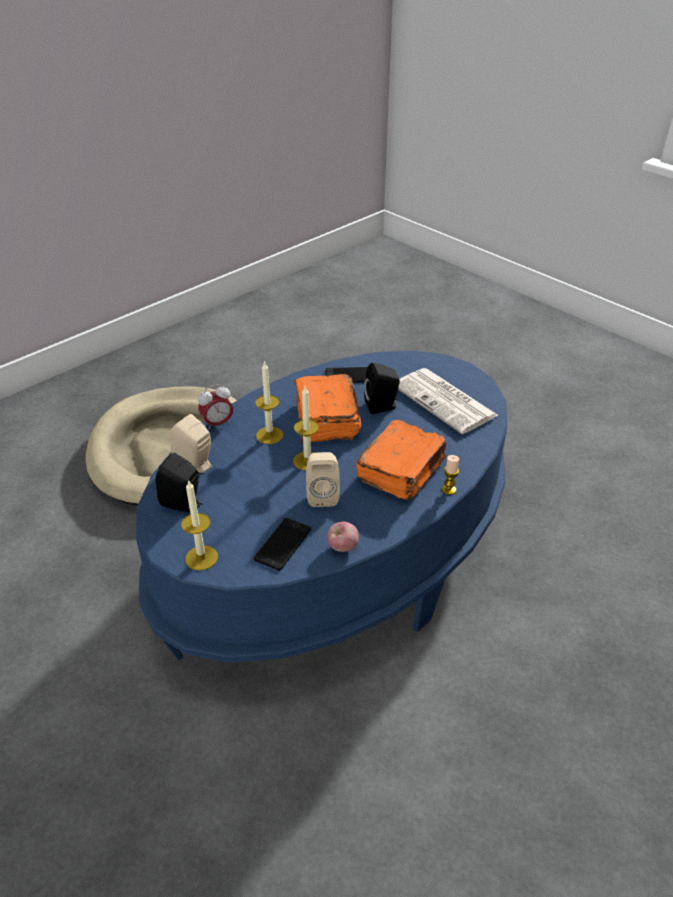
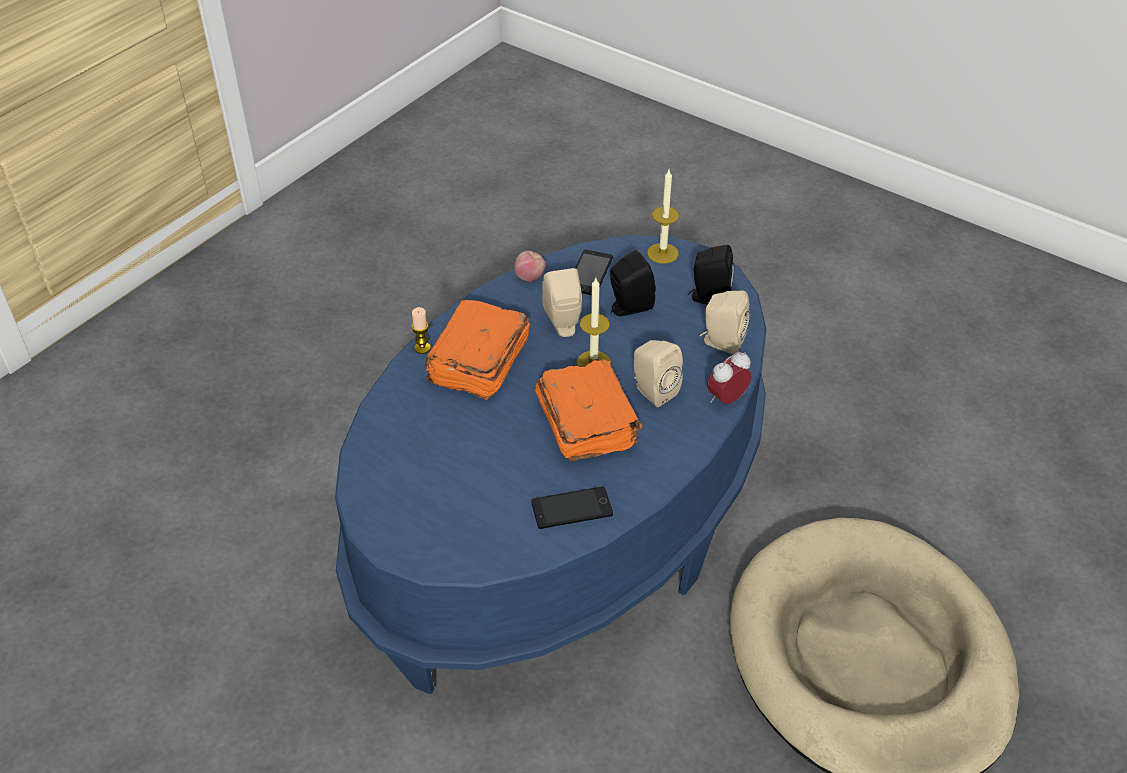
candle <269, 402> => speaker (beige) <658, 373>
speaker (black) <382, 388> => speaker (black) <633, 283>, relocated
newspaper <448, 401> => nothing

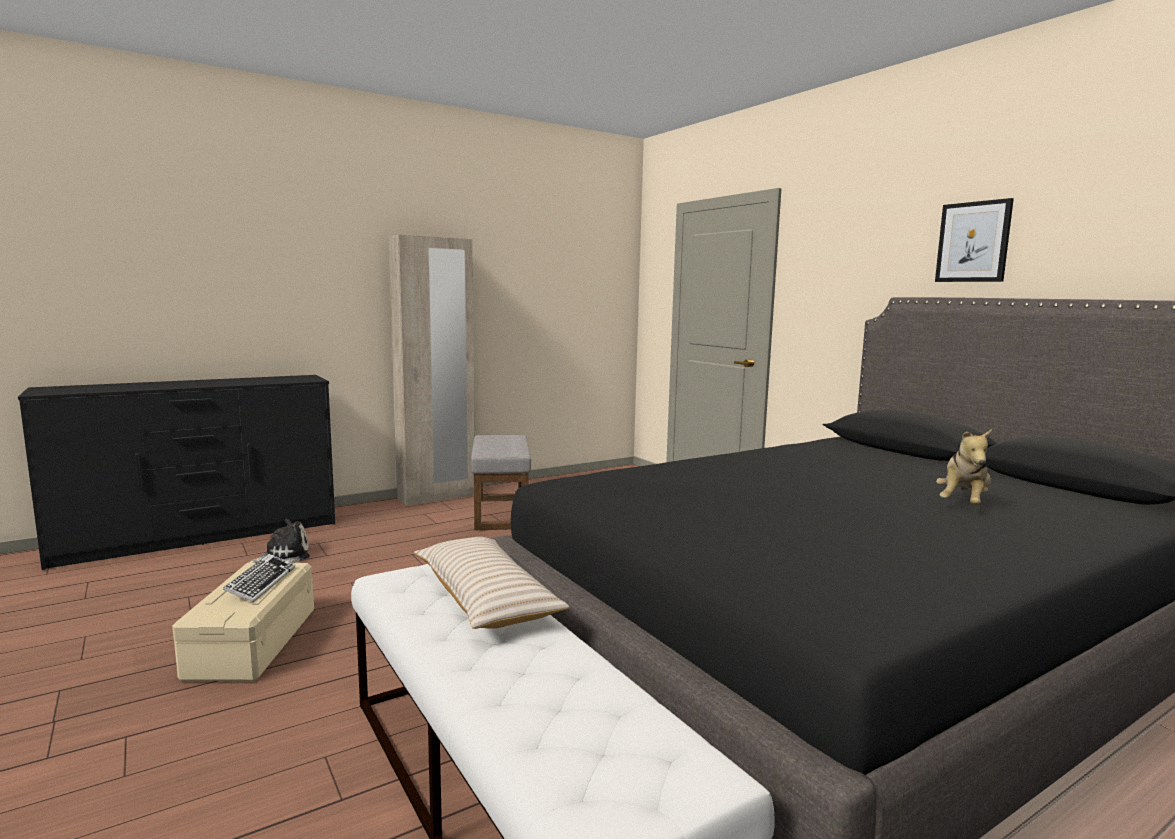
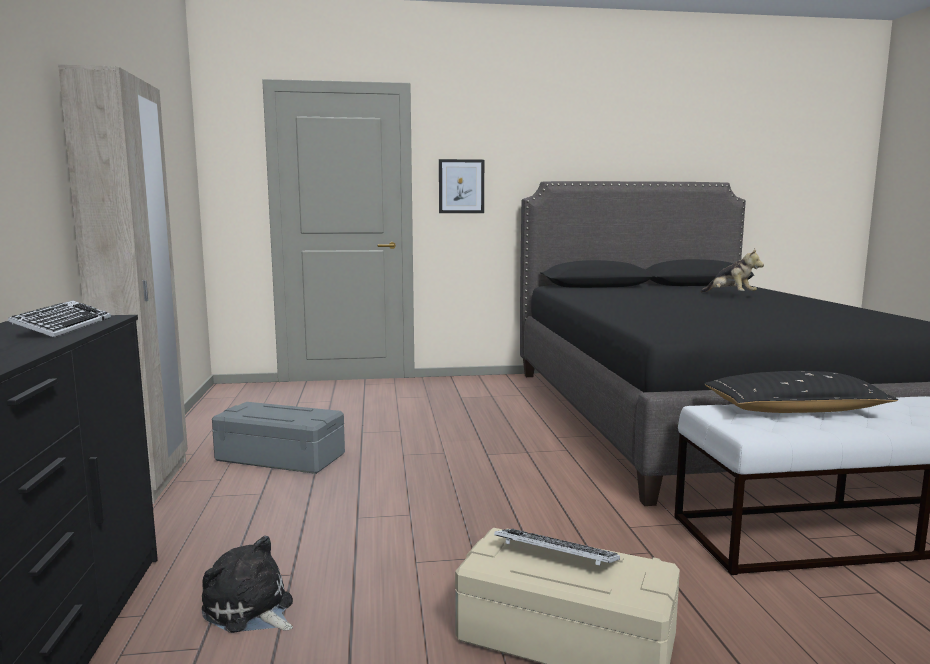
plush toy <279, 541> => plush toy <247, 584>, 45 degrees counterclockwise
pillow (beige) <492, 583> => pillow (black) <801, 392>
ottoman (grey) <501, 482> => storage box (grey) <278, 438>
picture <974, 240> => picture <461, 186>, relocated
nothing => keyboard <59, 319>

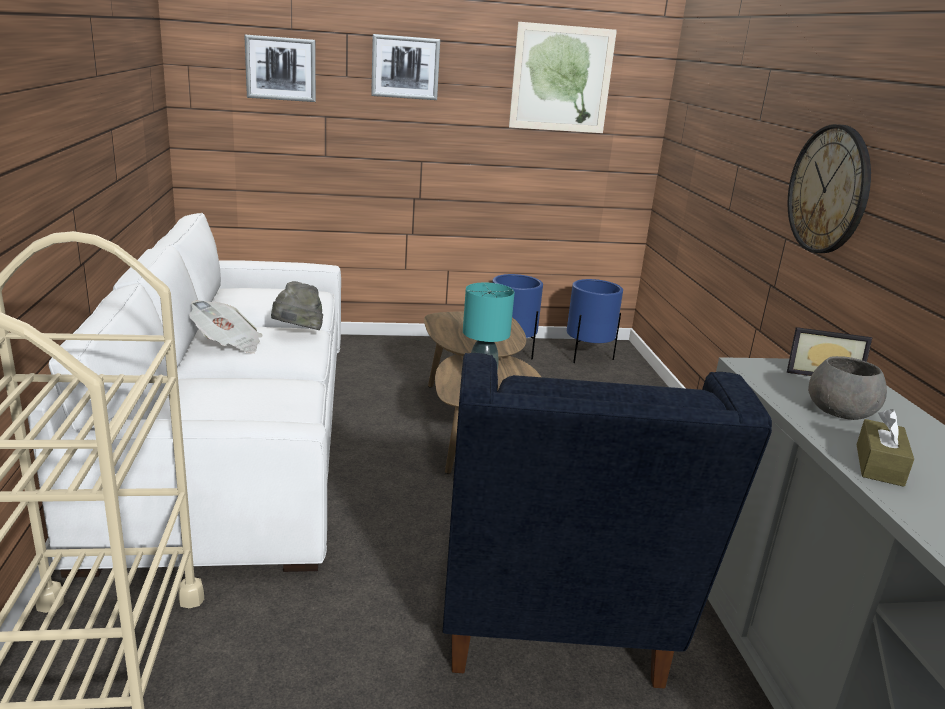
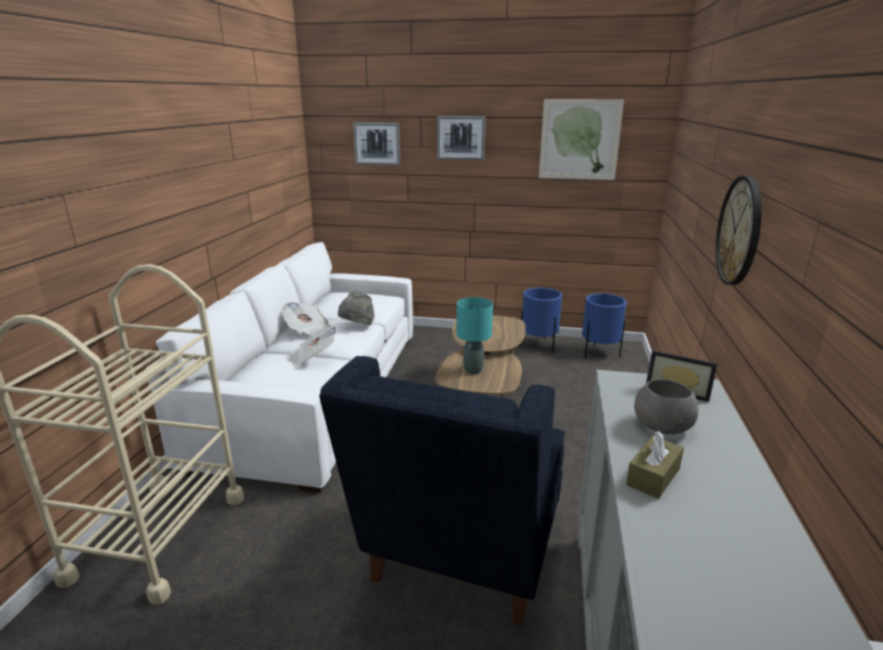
nothing => newspaper <312, 346>

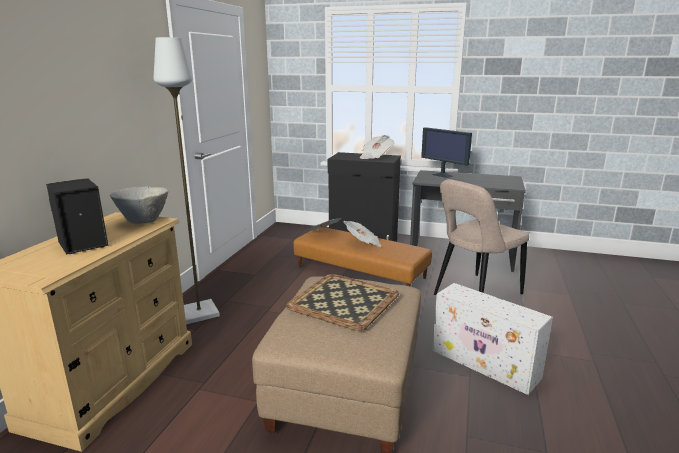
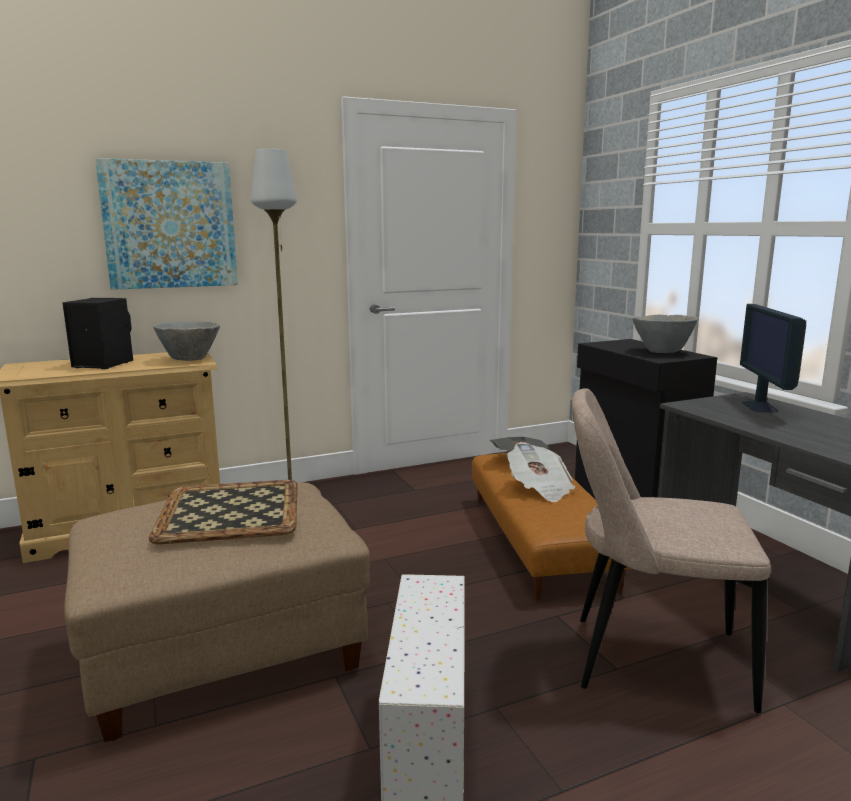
newspaper <377, 147> => bowl (grey) <665, 334>
nothing => picture <166, 224>

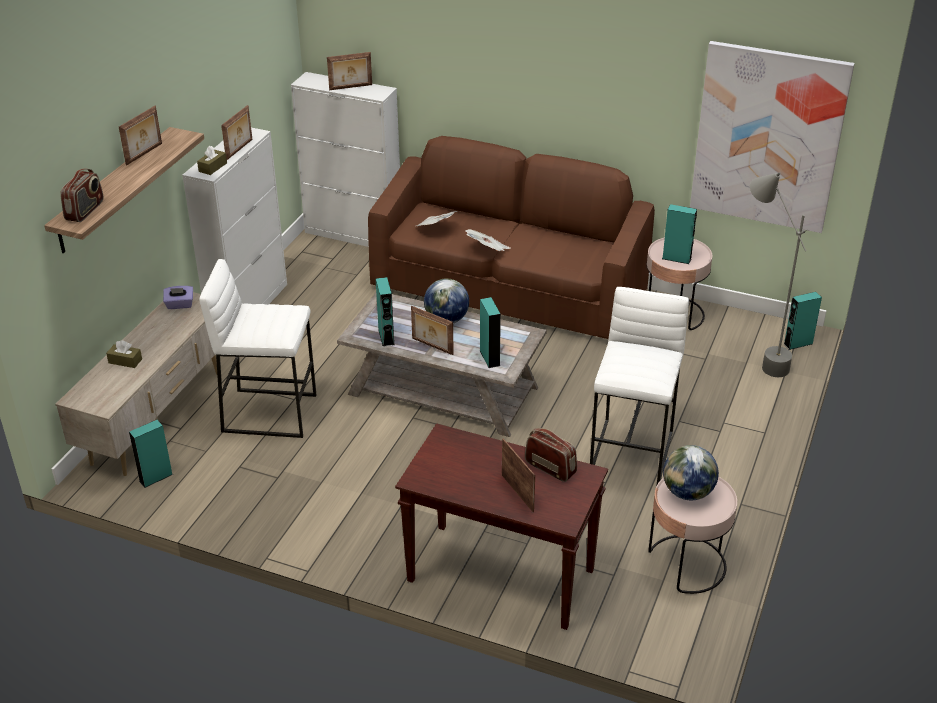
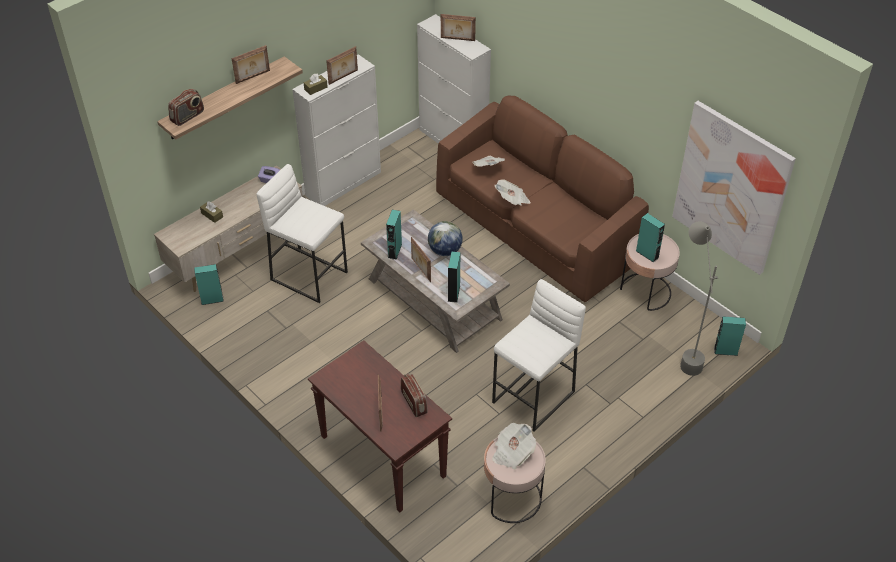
globe <691, 472> => newspaper <514, 446>

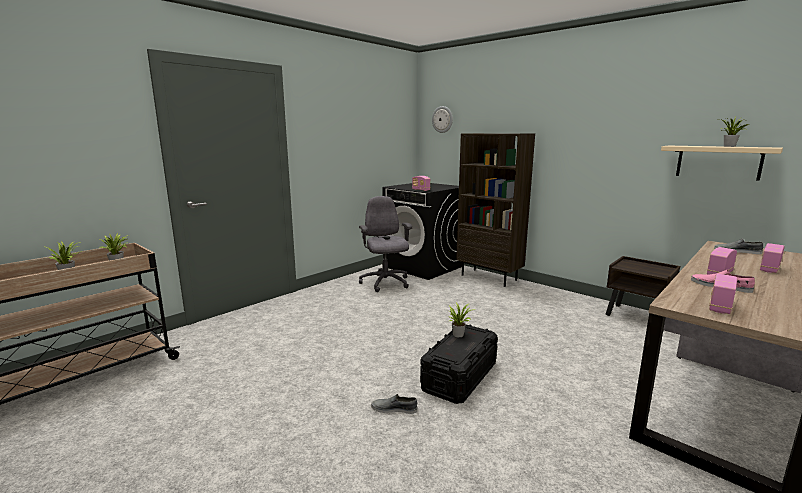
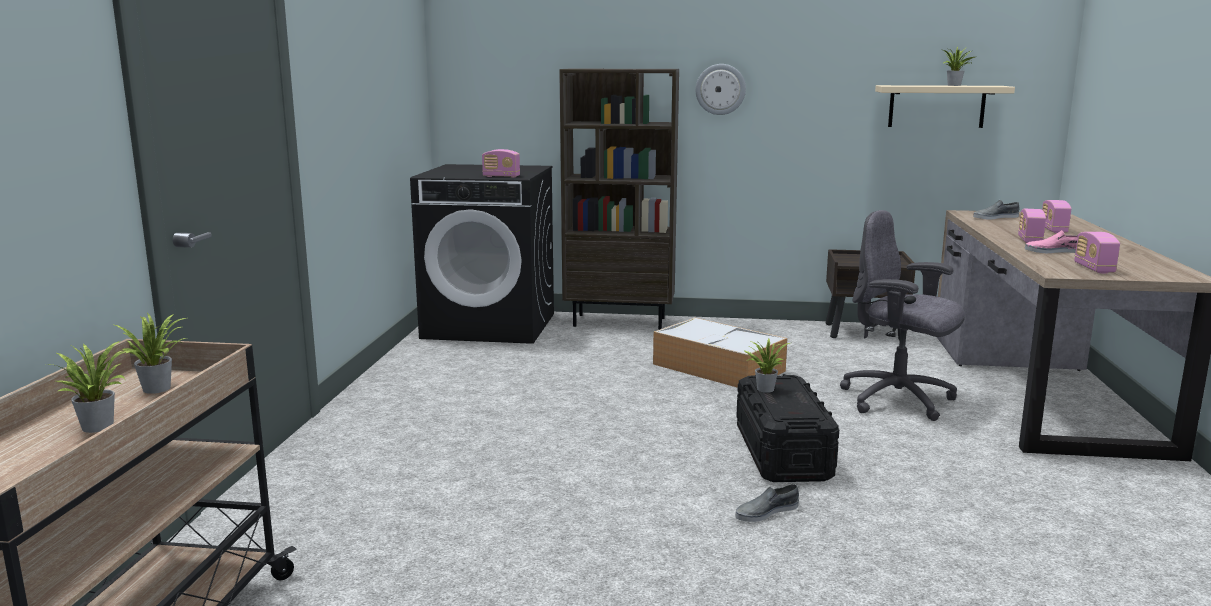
office chair (grey) <385, 244> => office chair (grey) <902, 315>, relocated
wall clock <442, 119> => wall clock <720, 89>, relocated
nothing => storage box <720, 352>

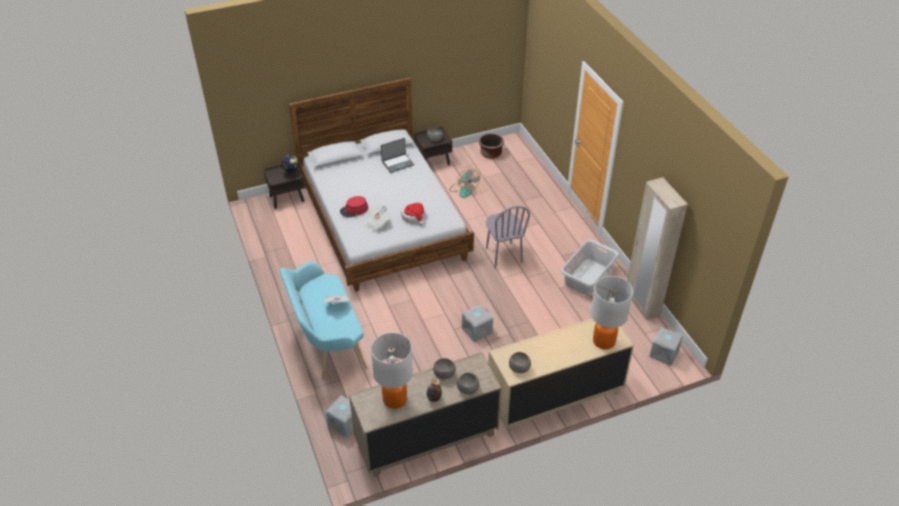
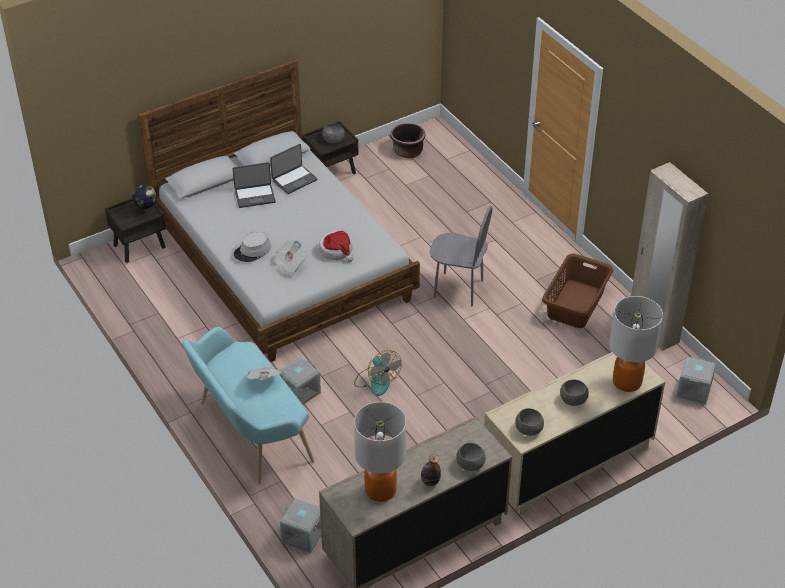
hat (red) <354, 206> => hat (grey) <252, 246>
bowl (grey) <444, 369> => bowl (grey) <574, 393>, relocated
fan <465, 183> => fan <378, 373>, relocated
storage box (grey) <477, 323> => storage box (grey) <300, 381>, relocated
chair (grey) <508, 237> => chair (grey) <461, 256>, 45 degrees counterclockwise
laundry basket (grey) <589, 267> => laundry basket (brown) <577, 290>
nothing => laptop <254, 185>

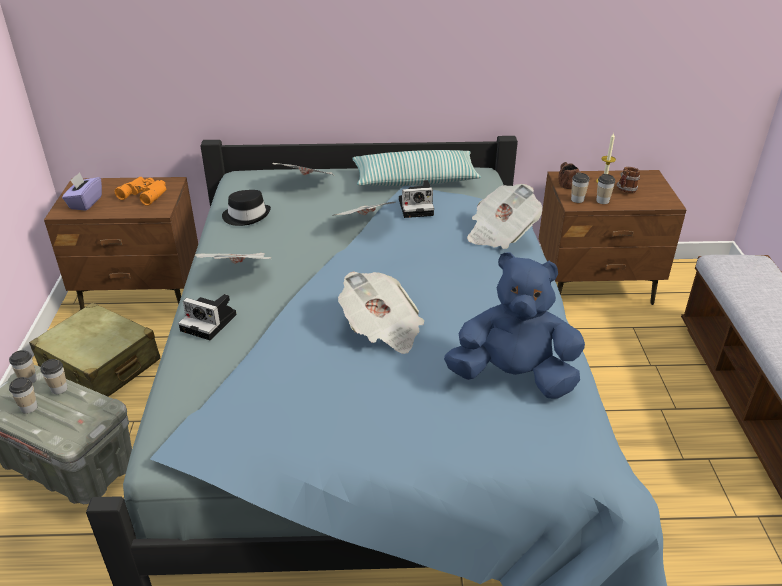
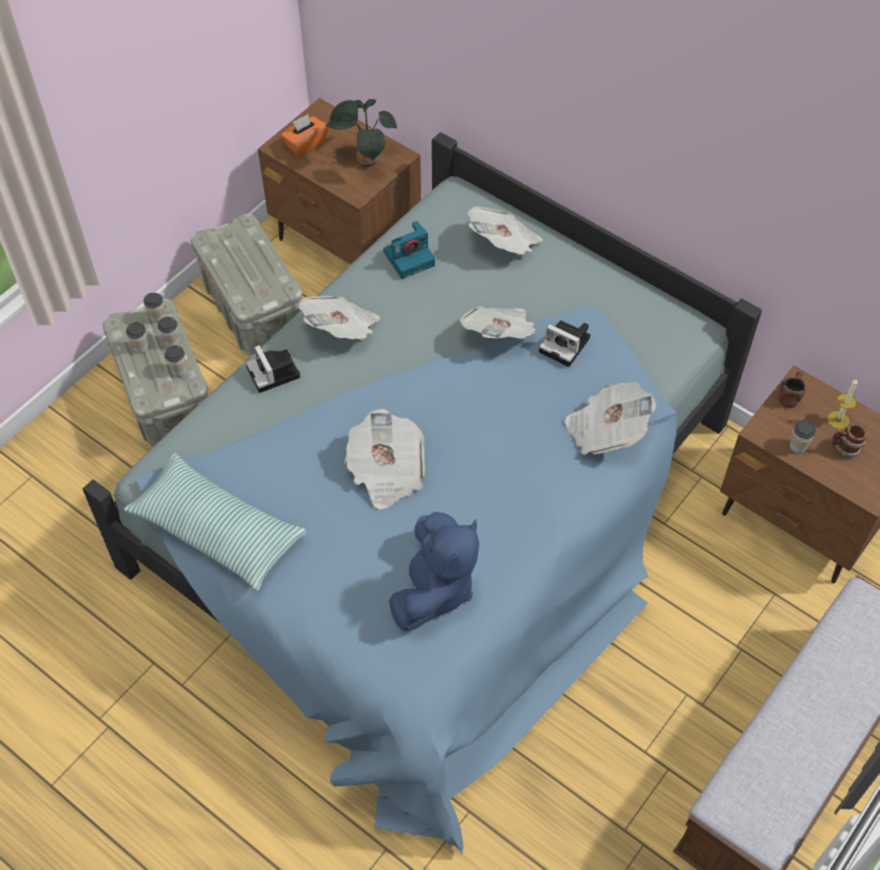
suitcase (beige) <94, 349> => storage box (grey) <246, 284>
tissue box (purple) <82, 191> => tissue box (orange) <304, 135>
binoculars (orange) <140, 191> => potted plant <361, 133>
hat (black) <246, 208> => photo camera <409, 250>
pillow <416, 168> => pillow <215, 522>, relocated
plush toy (blue) <514, 325> => plush toy (blue) <434, 571>, 60 degrees clockwise
cup <580, 187> => cup <176, 361>, relocated

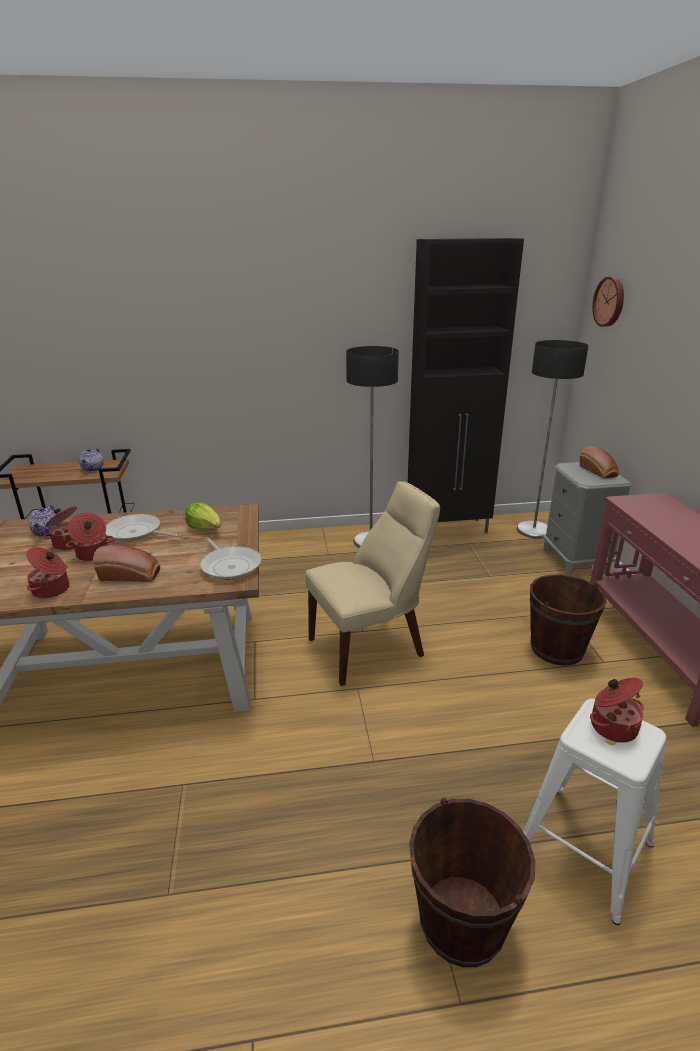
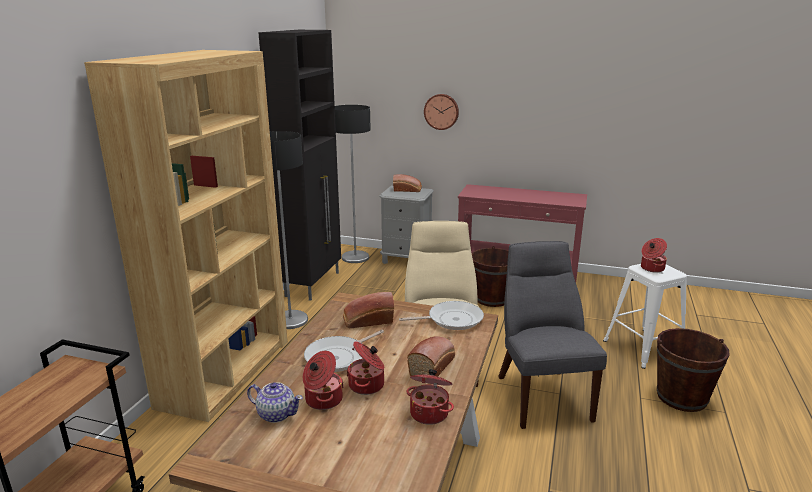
teapot <91, 460> => nothing
lettuce <203, 516> => bread <368, 310>
wall clock <608, 302> => wall clock <441, 112>, relocated
nothing => bookcase (brown) <186, 236>
nothing => chair (grey) <552, 335>

